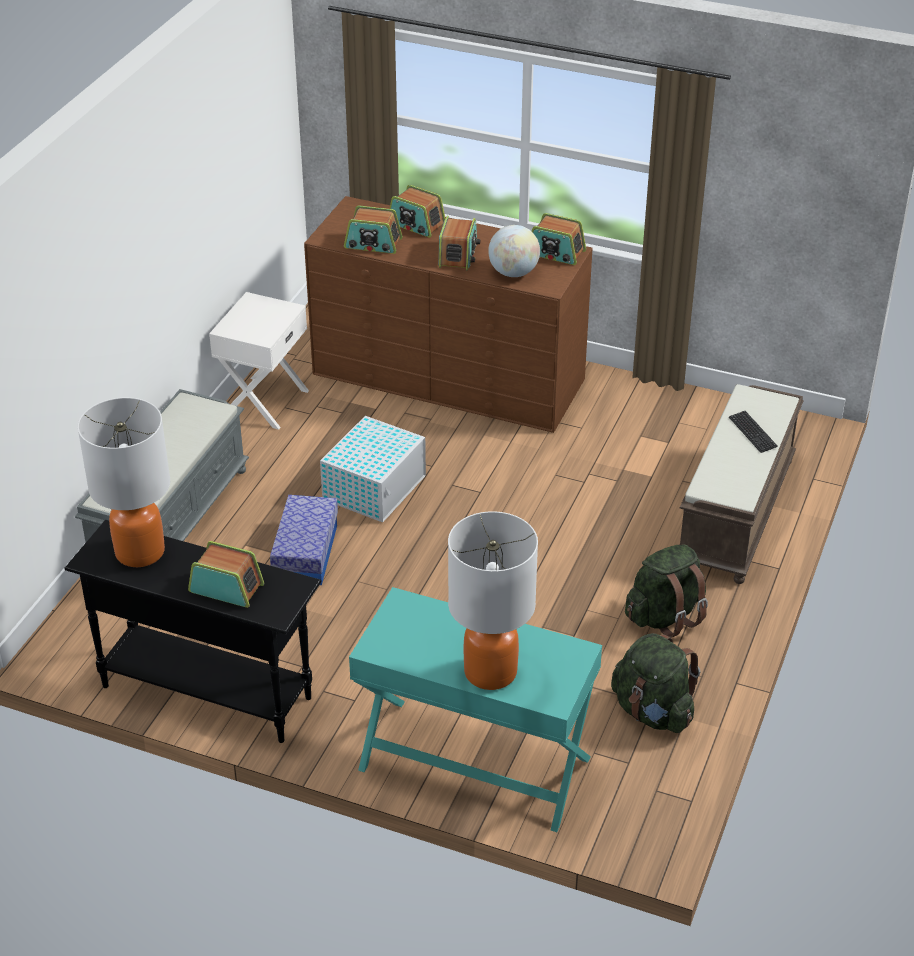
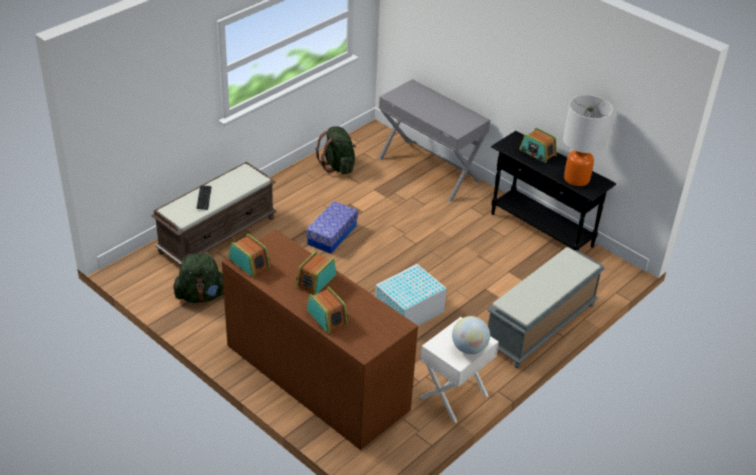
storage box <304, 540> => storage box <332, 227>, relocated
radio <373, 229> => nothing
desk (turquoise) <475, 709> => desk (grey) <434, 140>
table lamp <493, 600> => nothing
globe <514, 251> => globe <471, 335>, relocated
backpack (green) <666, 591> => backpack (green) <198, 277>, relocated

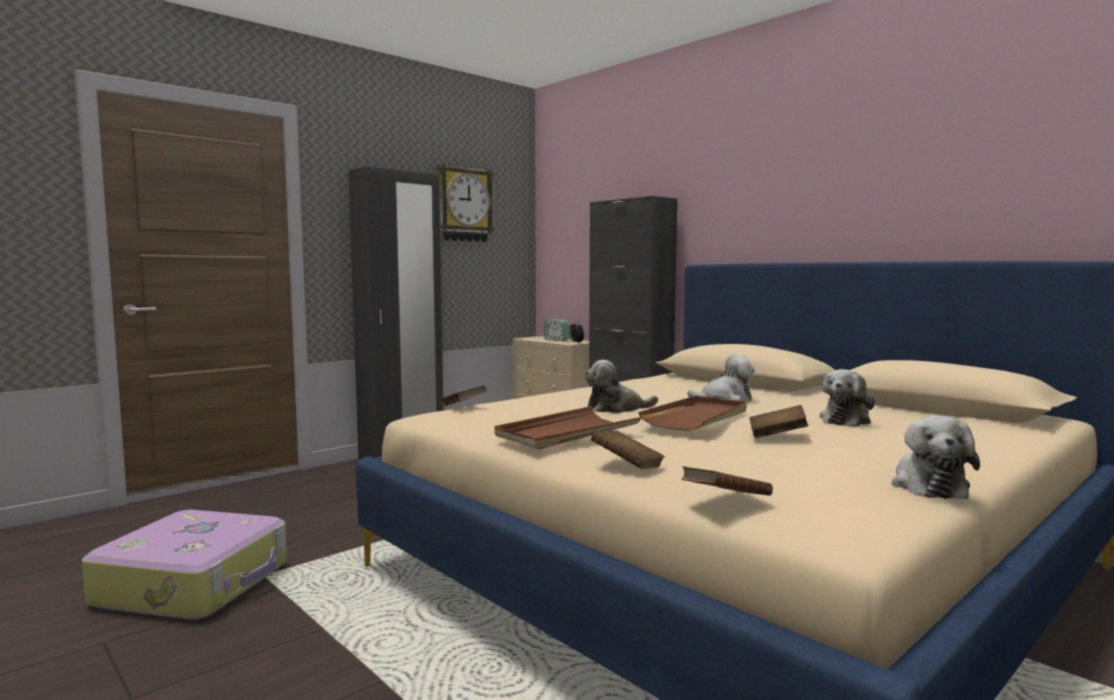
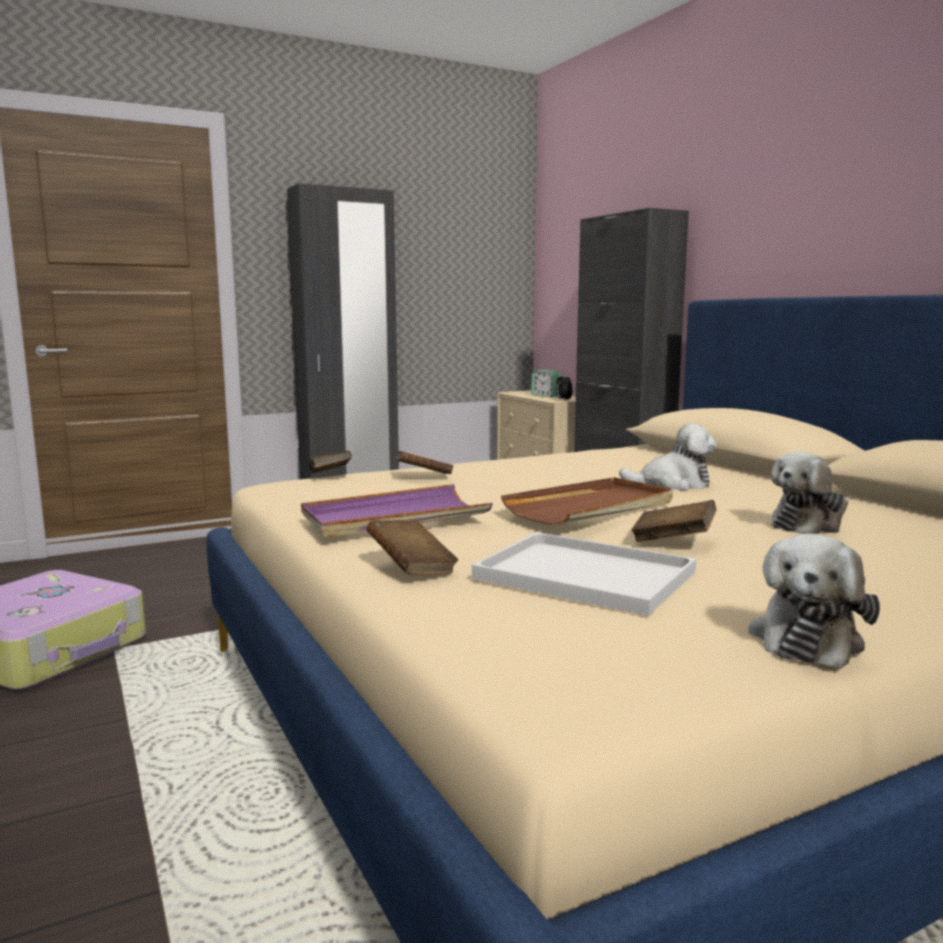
wall clock <466, 203> => nothing
tray (brown) <567, 428> => tray (purple) <397, 510>
plush toy <621, 386> => nothing
book (brown) <727, 480> => book (brown) <424, 462>, relocated
nothing => tray (white) <584, 574>

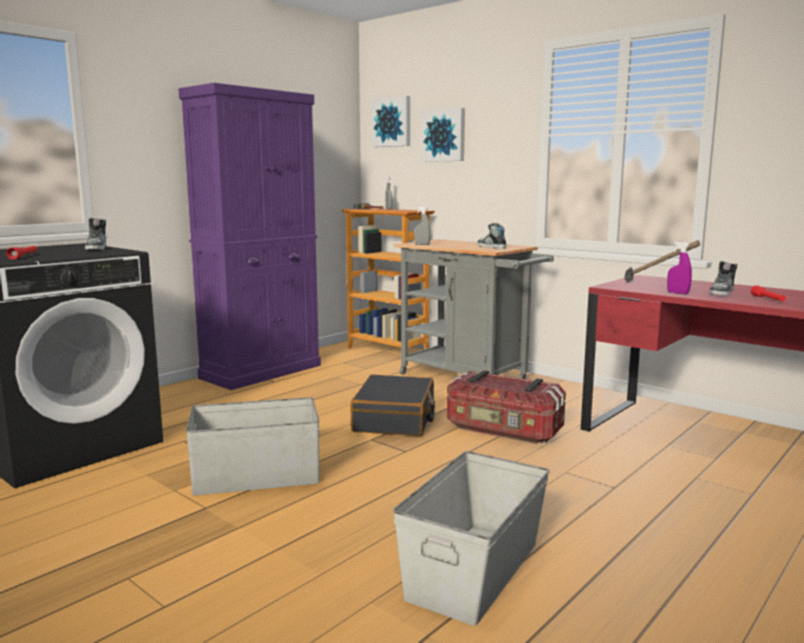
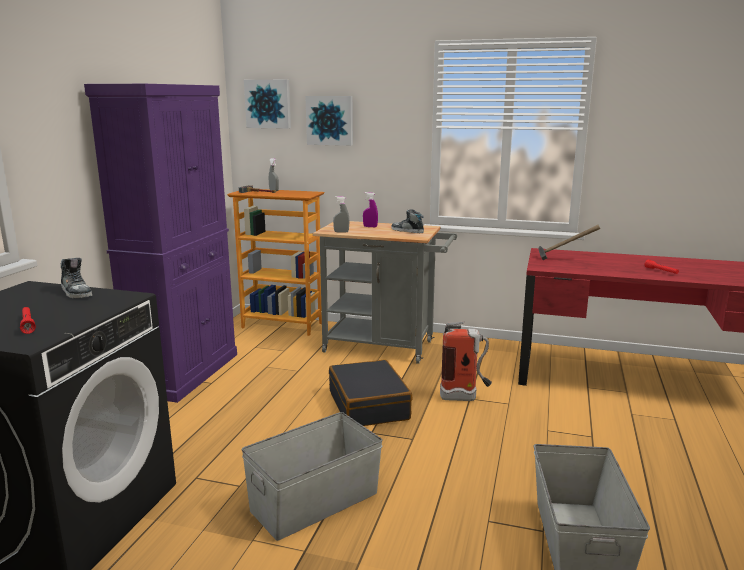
storage box <506, 407> => fire extinguisher <466, 361>
spray bottle (purple) <679, 267> => spray bottle (purple) <370, 209>, relocated
shoe <723, 278> => nothing

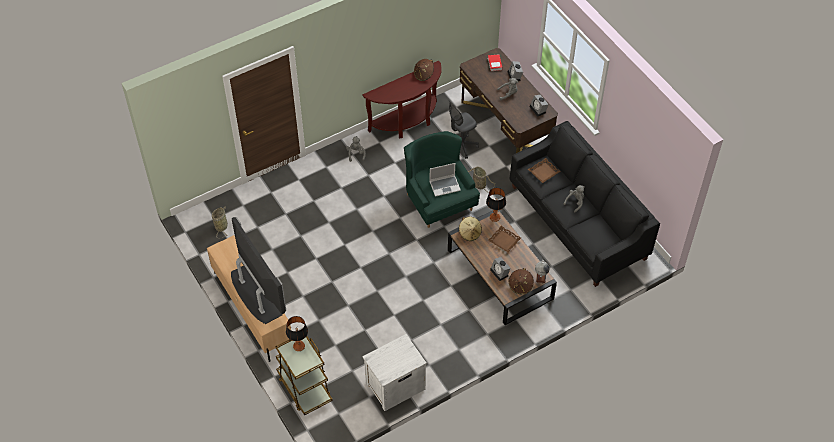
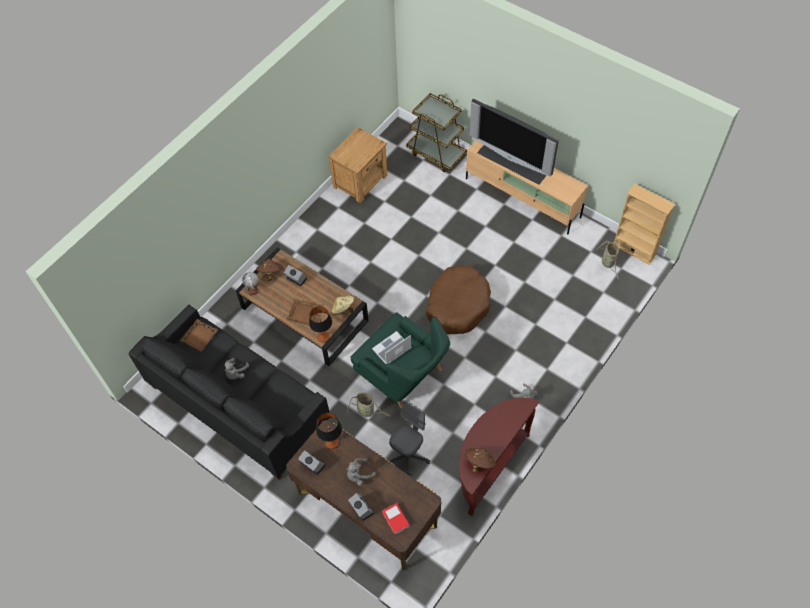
table lamp <297, 333> => table lamp <329, 431>, relocated
nightstand (white) <394, 372> => nightstand (brown) <357, 165>
tray (brown) <544, 170> => tray (brown) <199, 335>, relocated
nothing => dog bed (brown) <458, 299>
nothing => bookcase (beige) <644, 224>

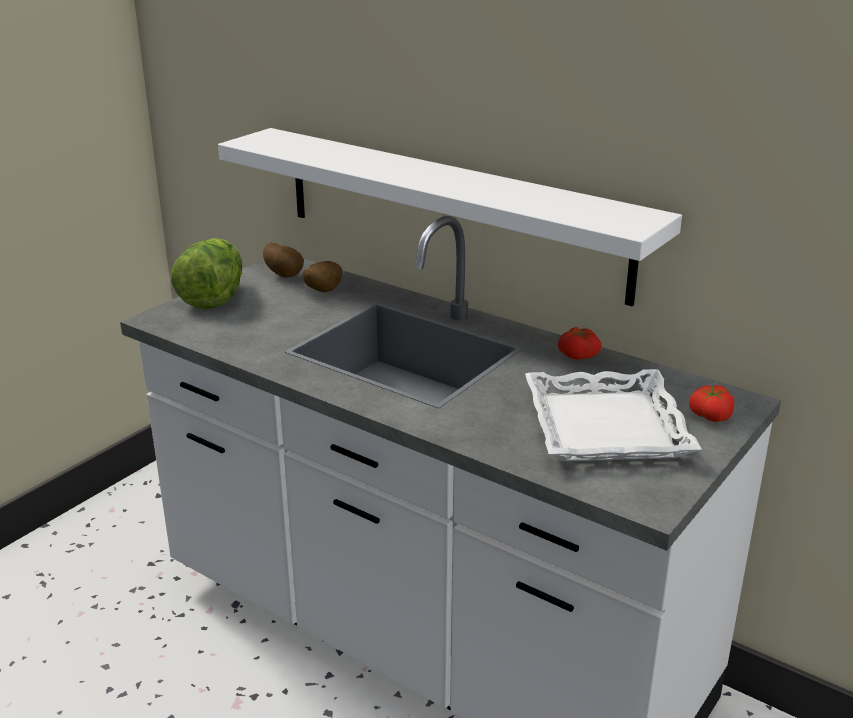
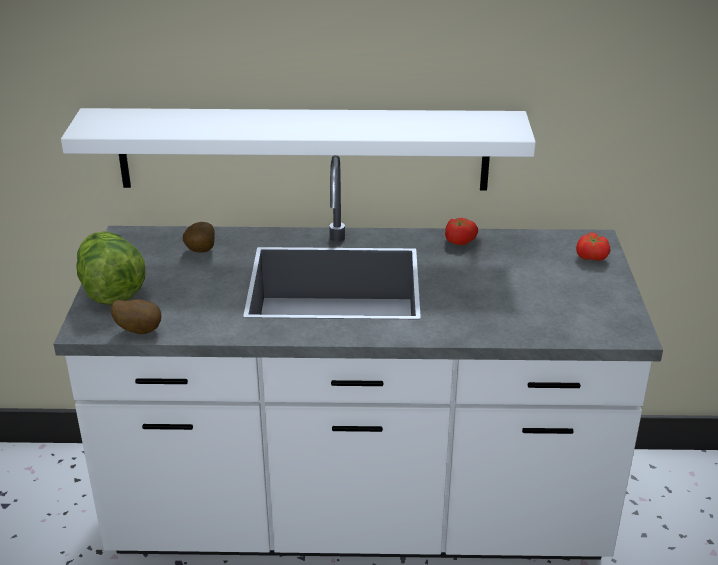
potato <283, 260> => potato <136, 316>, relocated
tray (white) <613, 415> => nothing

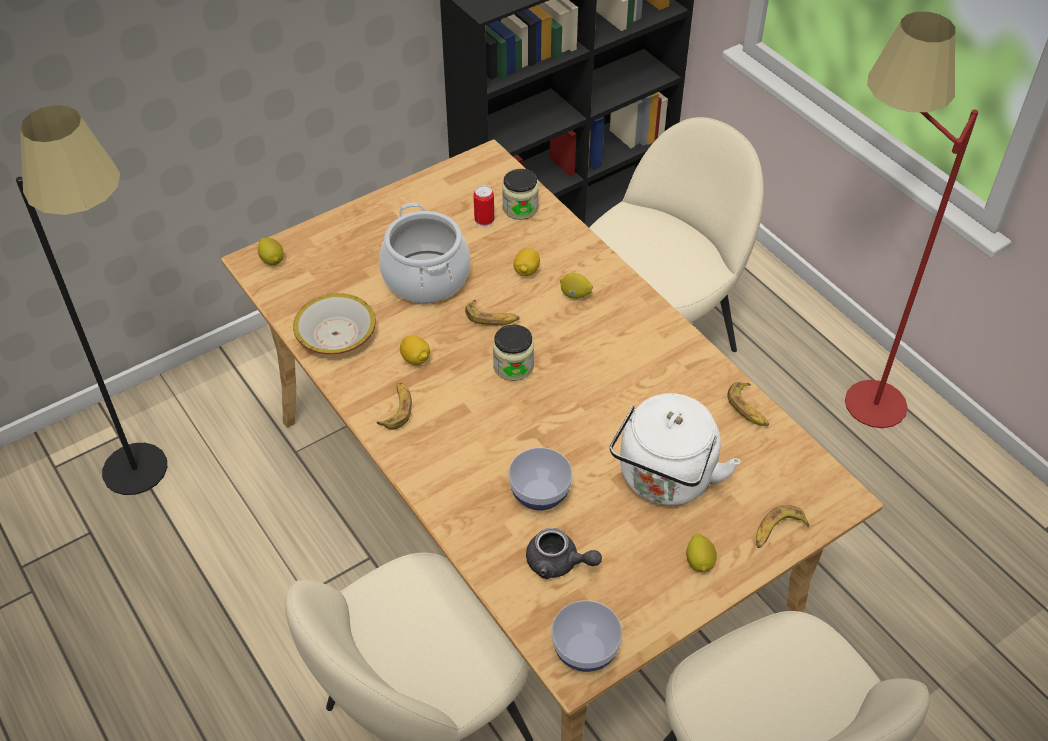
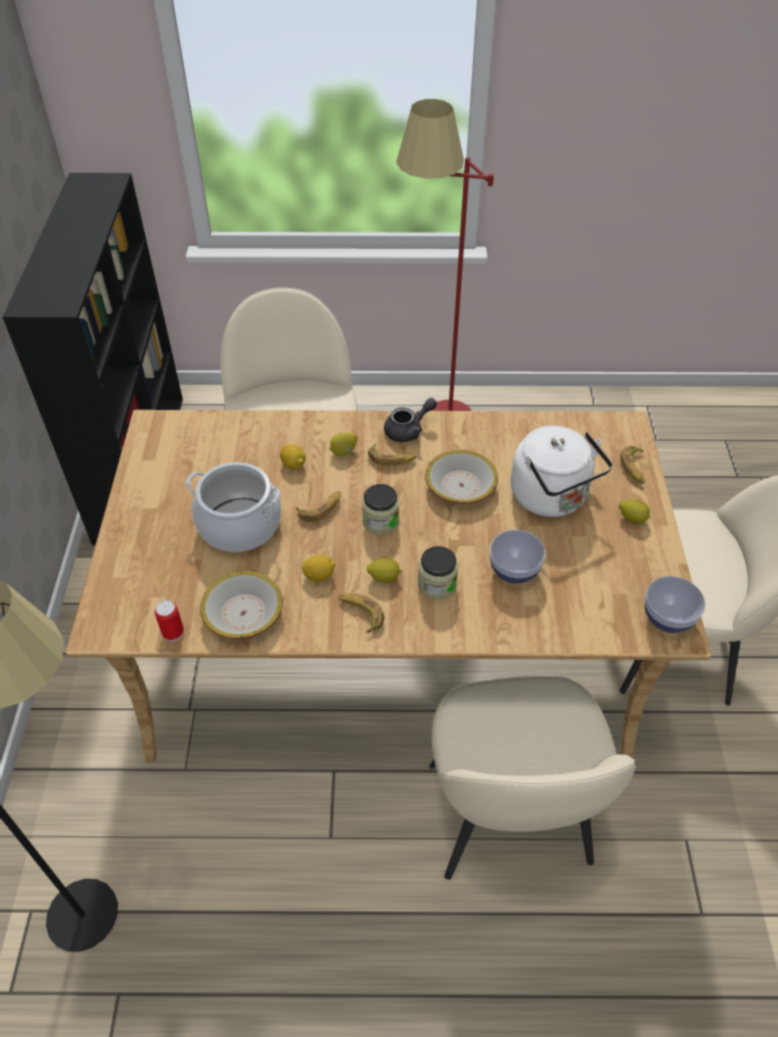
lemon <271, 251> => lemon <384, 570>, relocated
can <484, 206> => can <169, 620>, relocated
jar <520, 194> => jar <438, 573>, relocated
teapot (grey) <564, 553> => teapot (grey) <410, 420>, relocated
banana <748, 404> => banana <392, 454>, relocated
nothing => bowl <461, 477>

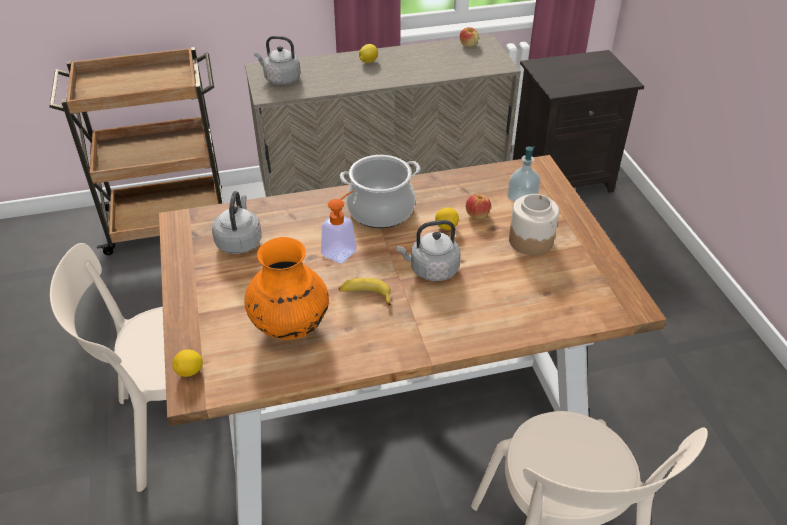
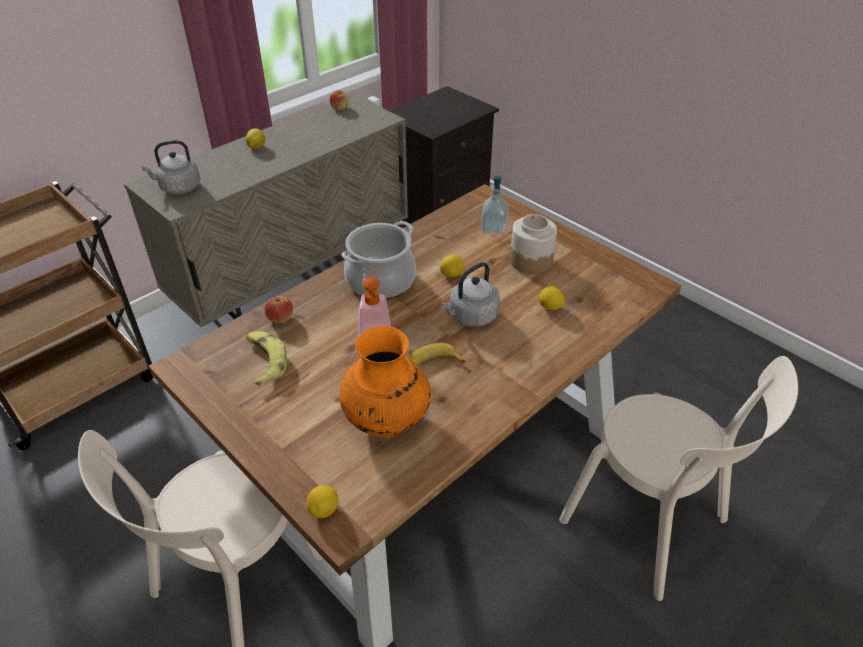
kettle (grey) <237, 222> => banana <266, 358>
apple <478, 206> => apple <278, 309>, relocated
nothing => lemon <552, 298>

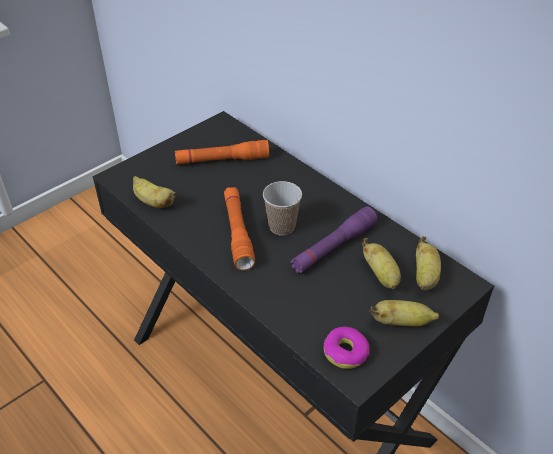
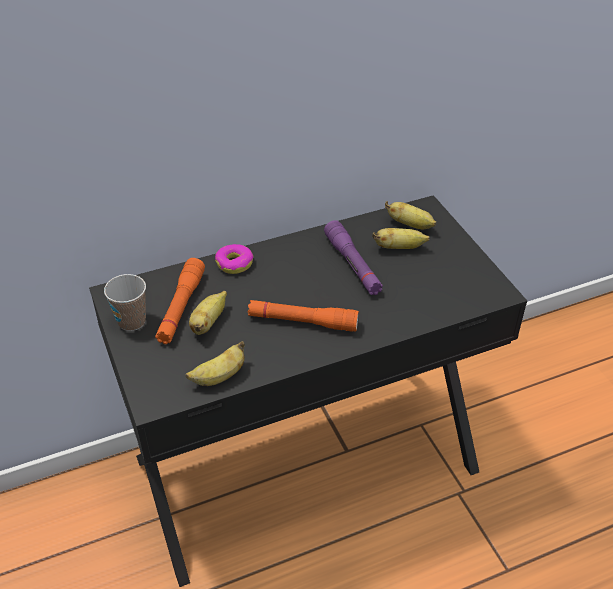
cup <282, 208> => cup <125, 302>, relocated
donut <347, 348> => donut <234, 259>, relocated
banana <404, 313> => banana <208, 313>, relocated

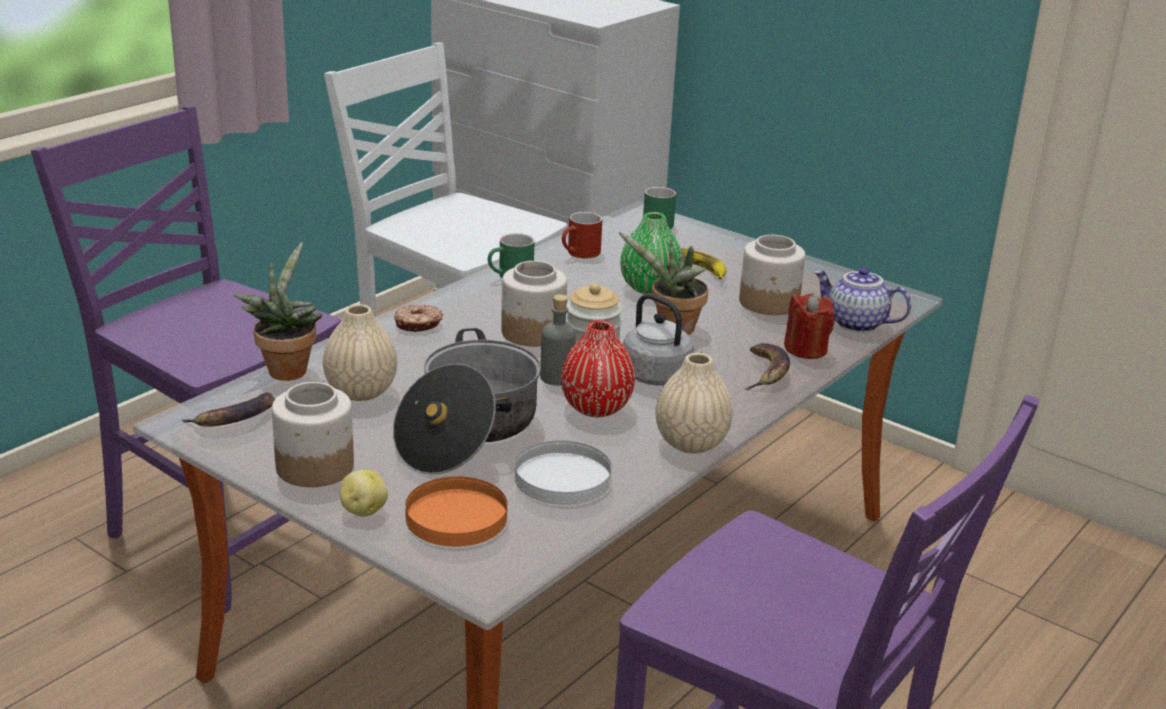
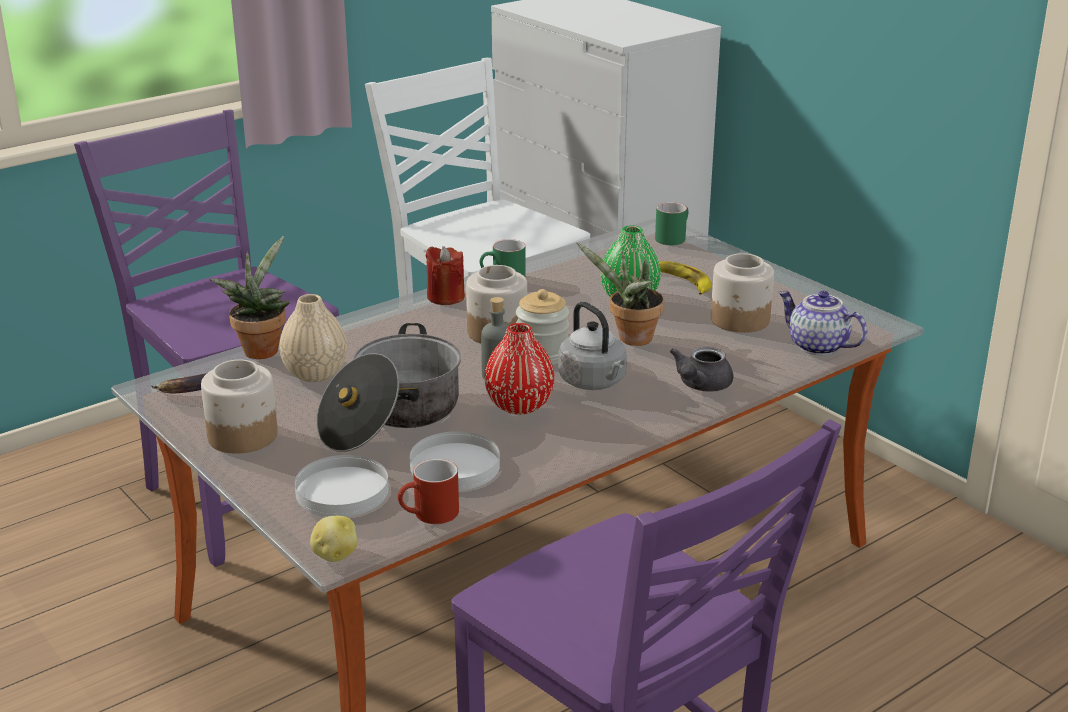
potato <364, 493> => potato <333, 539>, relocated
donut <418, 318> => nothing
plate (orange) <456, 511> => plate (white) <342, 486>
mug (red) <582, 235> => mug (red) <428, 491>, relocated
vase (beige) <694, 403> => nothing
banana <767, 366> => teapot (grey) <701, 369>
candle (red) <809, 326> => candle (red) <445, 275>, relocated

